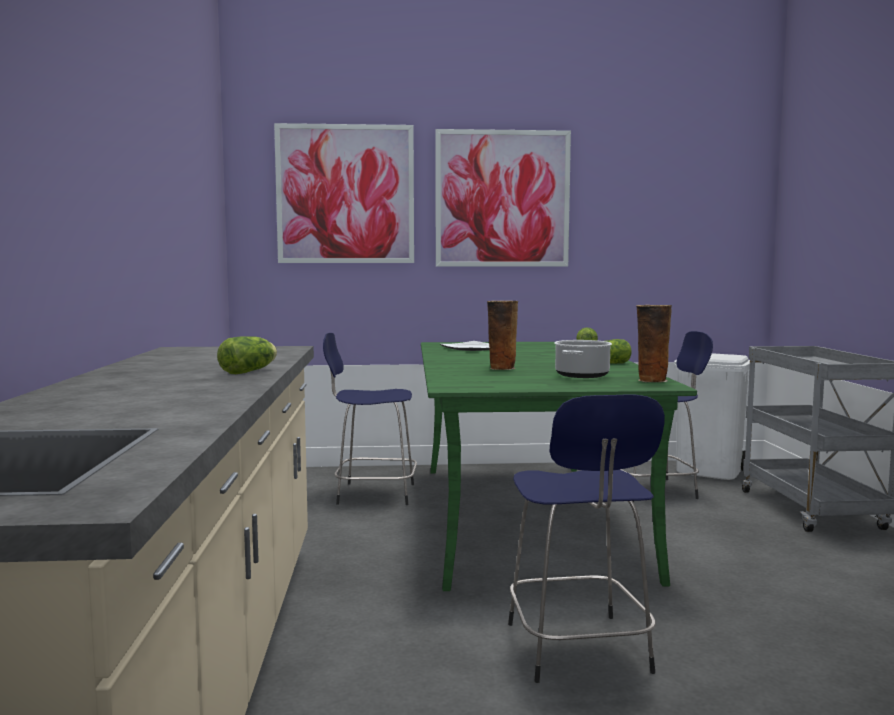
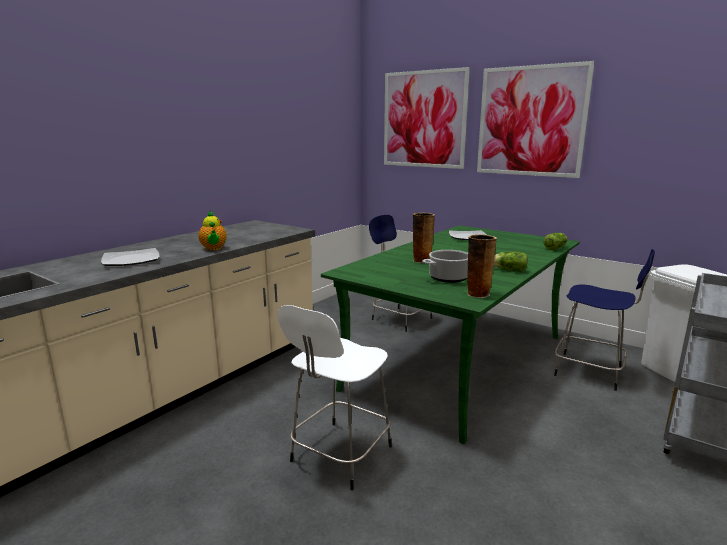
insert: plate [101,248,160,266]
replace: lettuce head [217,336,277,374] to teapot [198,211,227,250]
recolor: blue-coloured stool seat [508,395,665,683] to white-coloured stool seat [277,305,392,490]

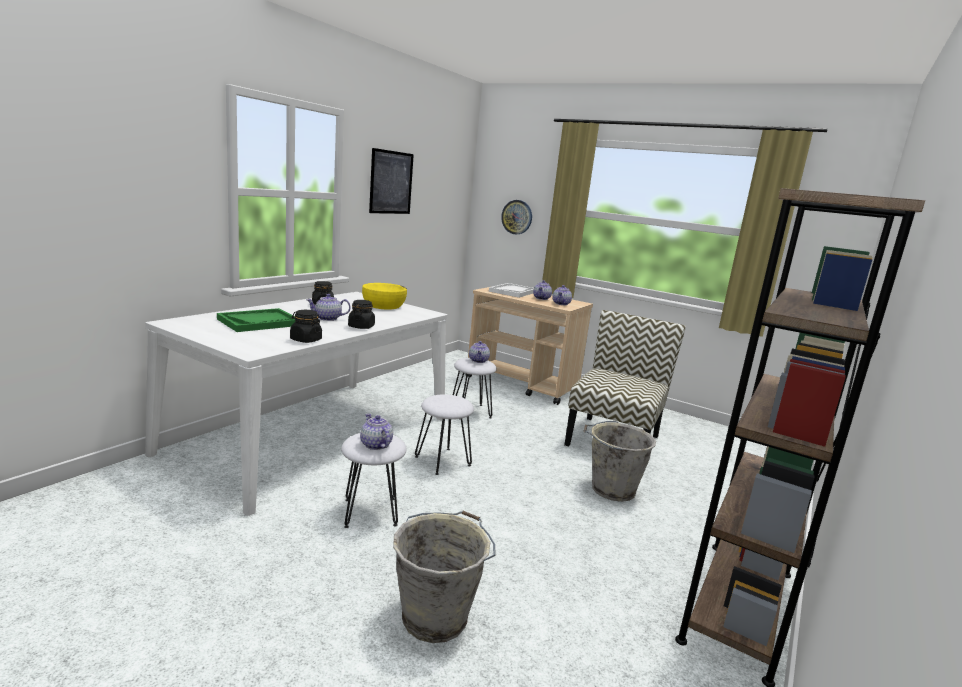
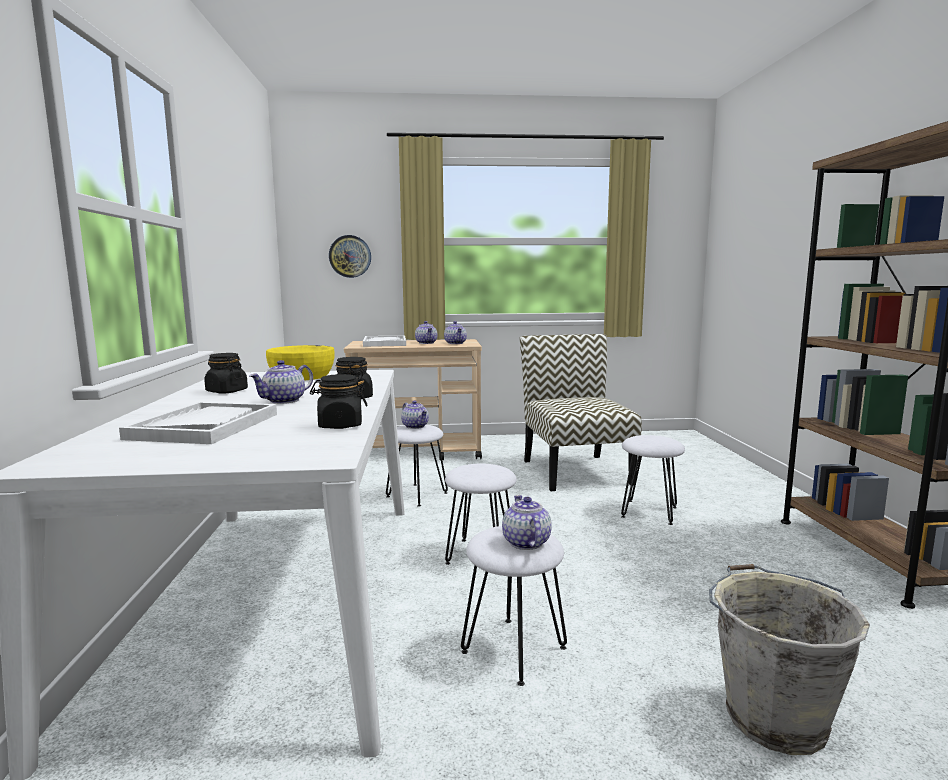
delete: picture [369,148,414,214]
replace: greyish bucket [584,421,656,502] to white-coloured stool seat [621,435,685,525]
recolor: greenish tray [217,308,296,332] to white-coloured tray [119,402,277,444]
rotate: teapot [360,414,393,450] = [502,495,552,550] 60 degrees clockwise

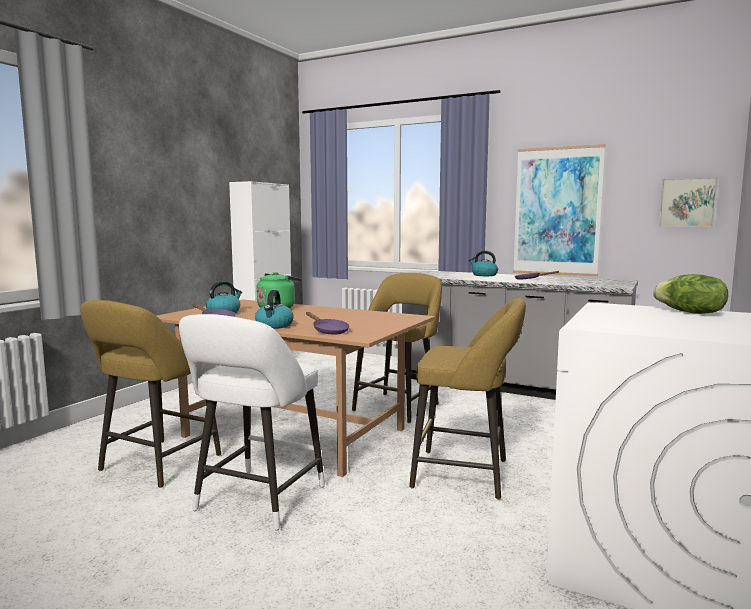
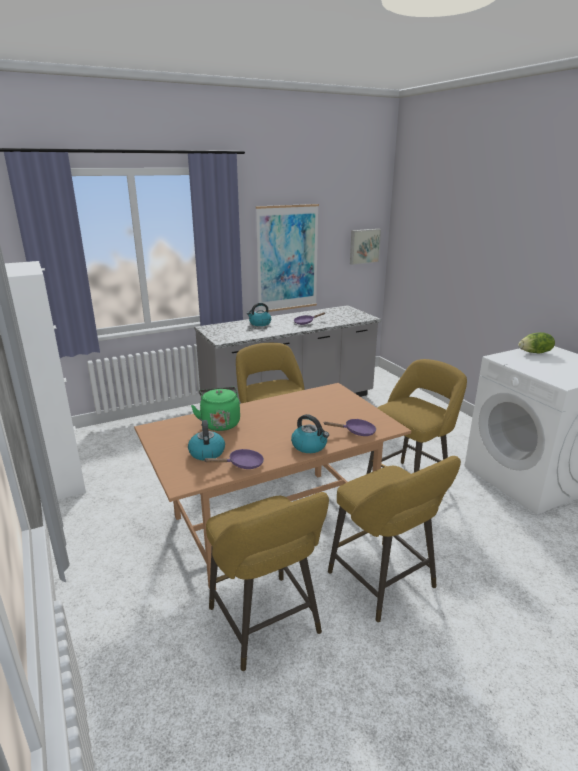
recolor: white-coloured stool seat [179,314,325,531] to yellowish stool seat [328,456,461,623]

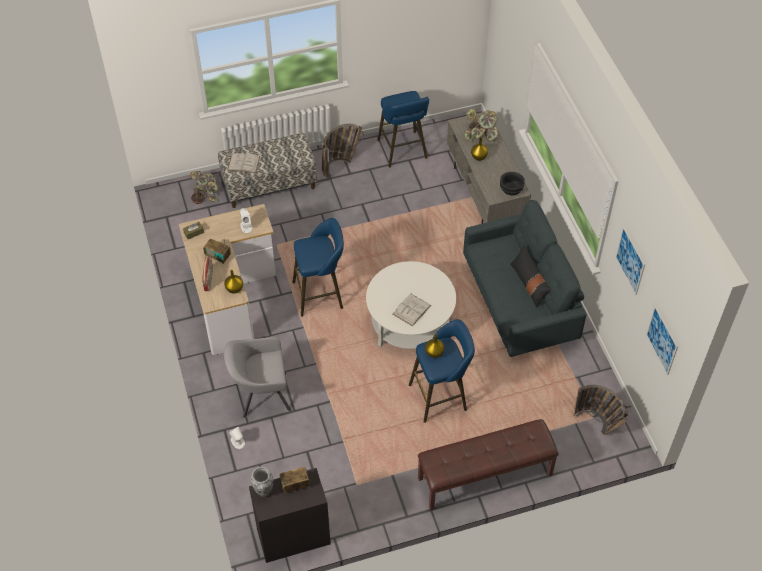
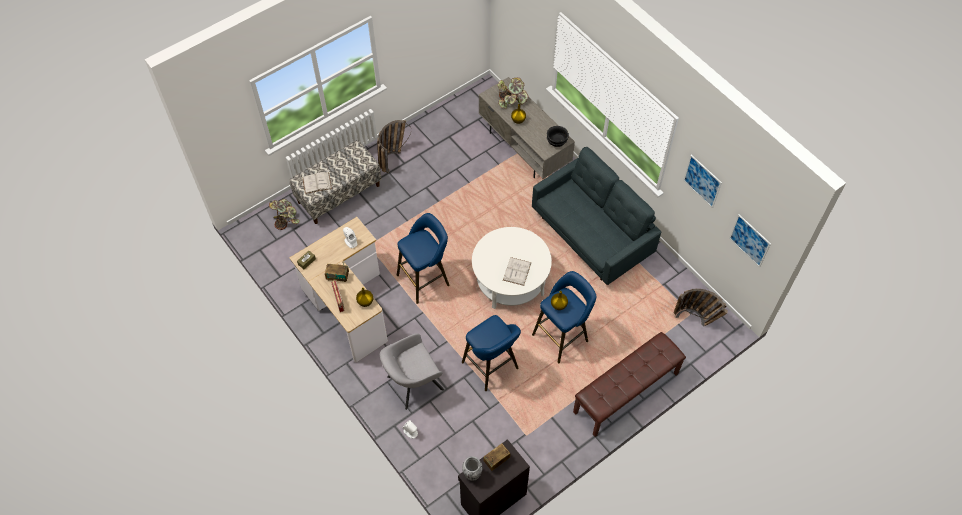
delete: black-coloured pillow [510,245,552,308]
move: blue-coloured stool seat [377,91,429,167] to [462,315,521,391]

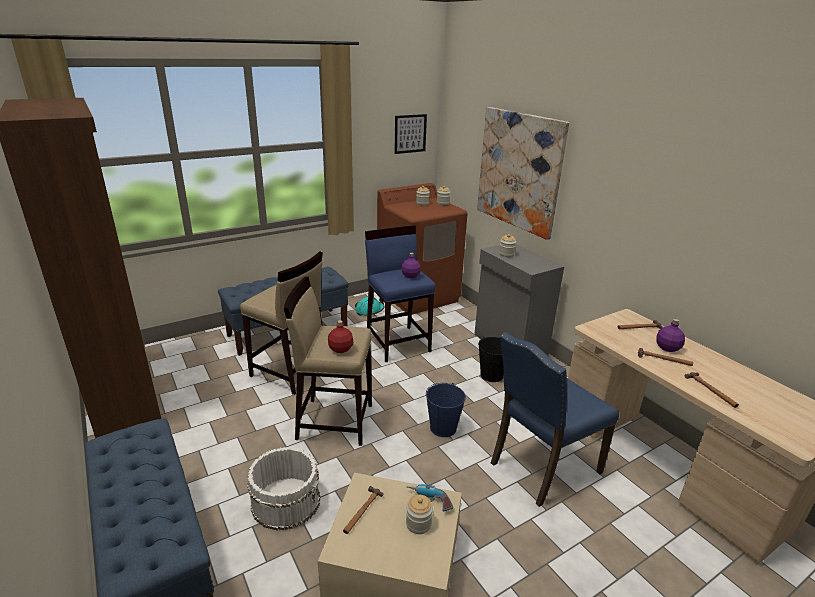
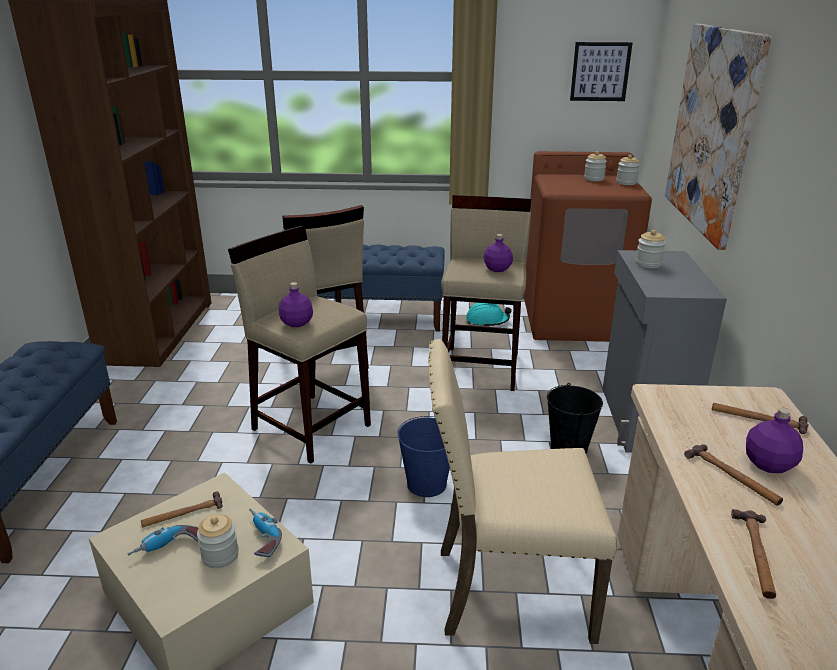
delete: white-coloured bucket [247,447,320,531]
insert: power drill [127,525,199,556]
recolor: red-coloured drink bottle [328,320,353,353] to purple-coloured drink bottle [279,282,313,327]; blue-coloured stool seat [365,225,435,362] to sand-coloured stool seat [441,195,531,391]; blue-coloured upright chair [491,332,619,507] to sand-coloured upright chair [428,339,618,644]

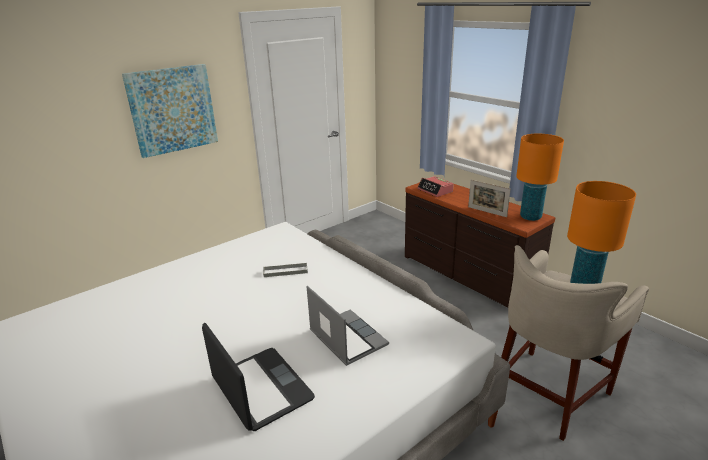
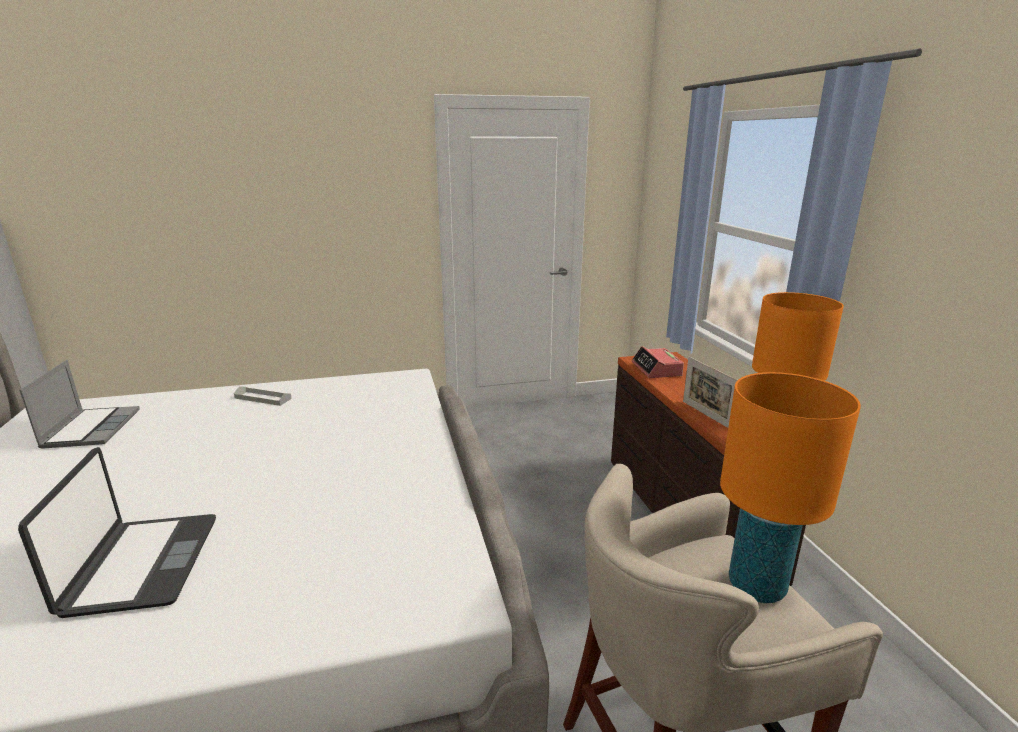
delete: picture [122,64,218,158]
move: greyish tray [263,262,308,277] to [234,386,292,406]; portable computer [307,286,389,366] to [19,360,140,448]

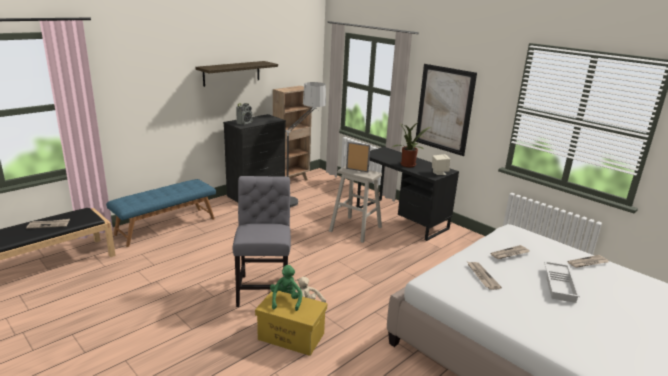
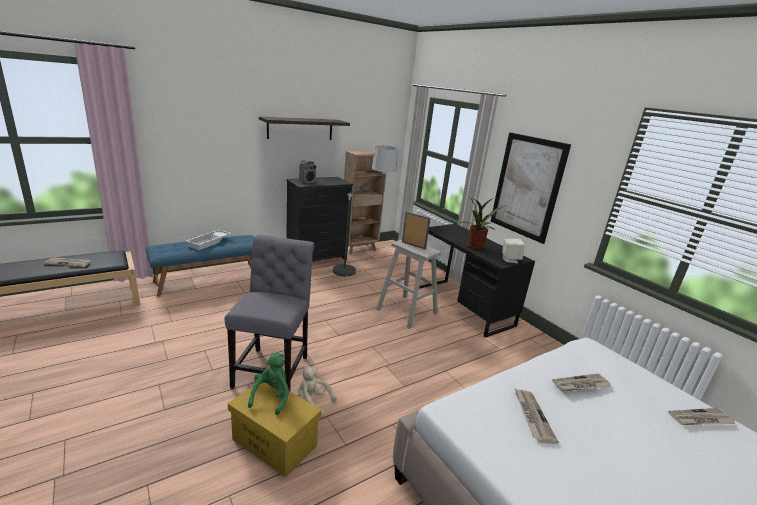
move: white-coloured tray [544,261,580,303] to [186,230,231,250]

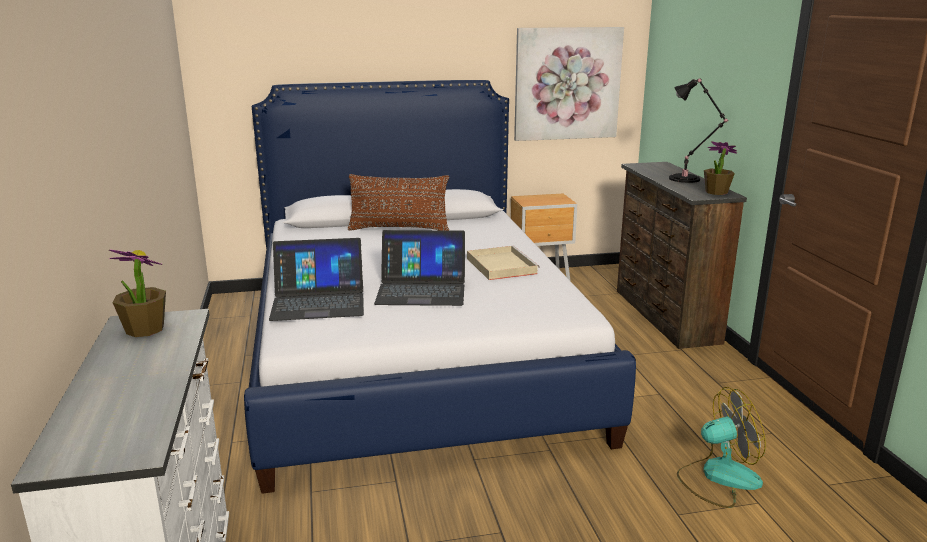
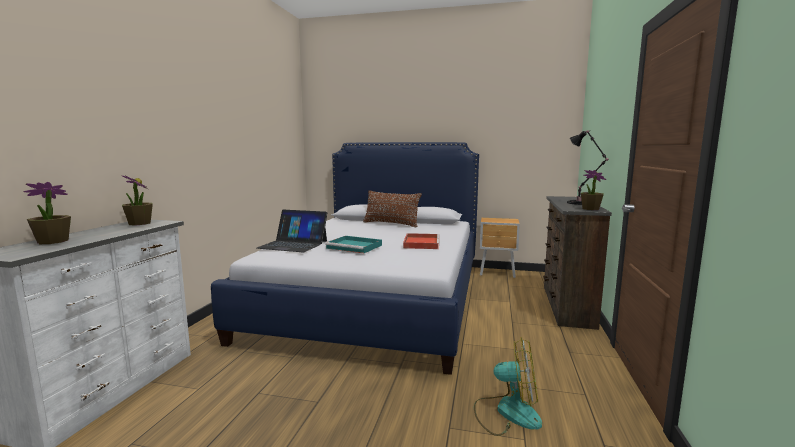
delete: picture [514,27,624,141]
insert: houseplant [24,182,71,244]
replace: portable computer [374,230,465,306] to turquoise tray [325,236,382,253]
recolor: sand-coloured tray [467,246,540,280] to red-coloured tray [403,233,440,249]

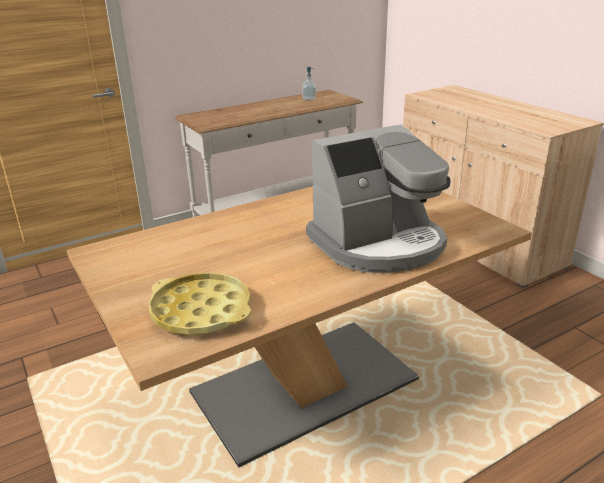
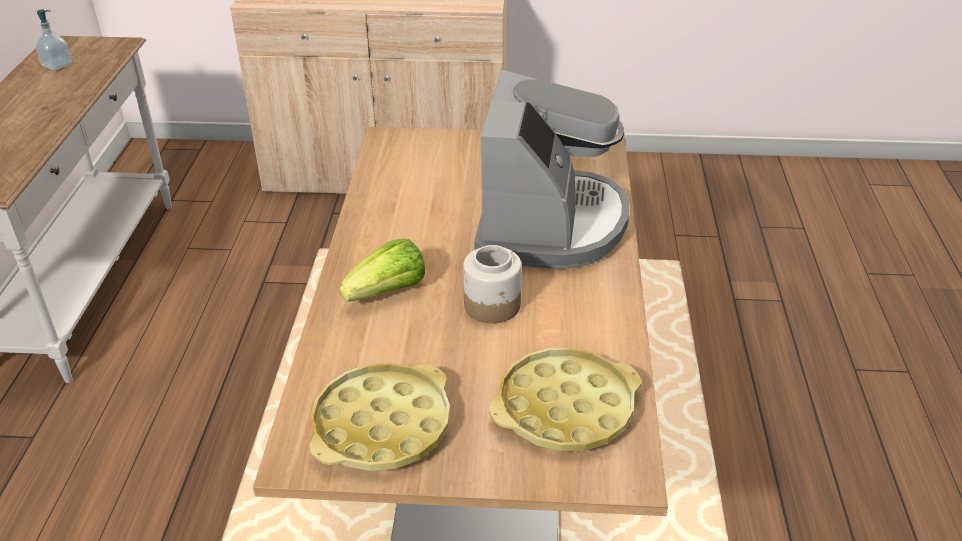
insert: yellowish tray [309,363,450,471]; lettuce head [340,239,425,302]; jar [463,245,522,323]

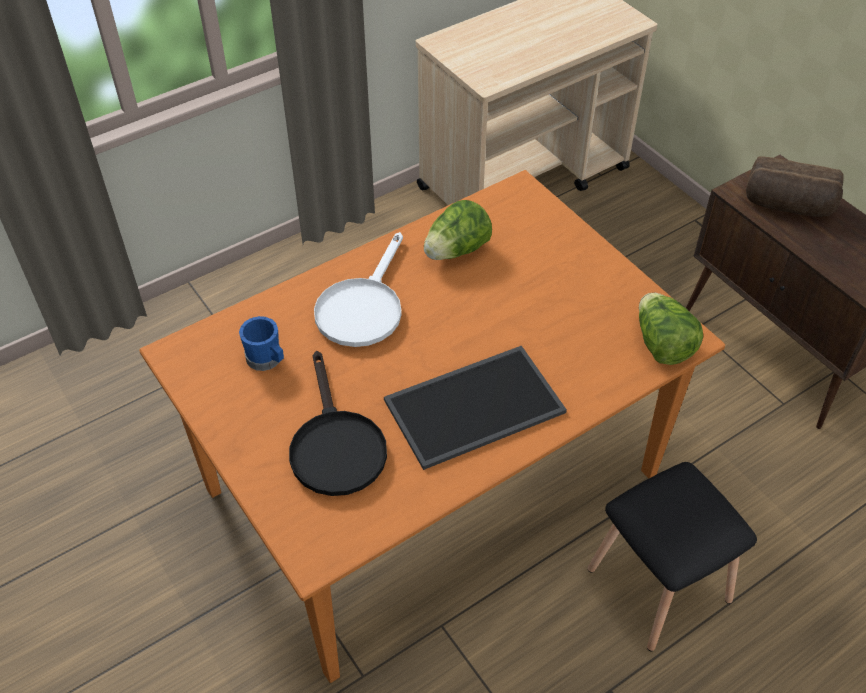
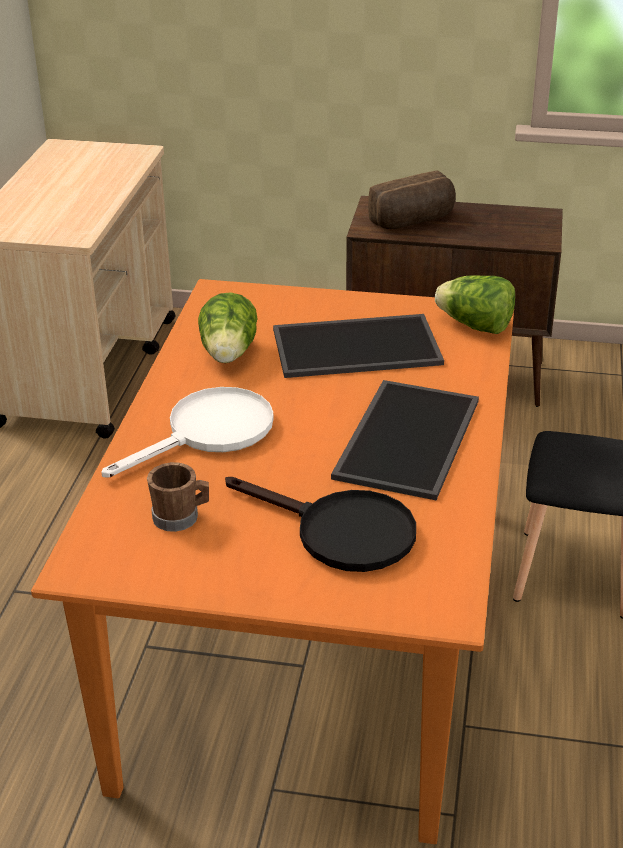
insert: tray [273,314,444,378]
recolor: blue-coloured tea mug [239,316,284,371] to brown-coloured tea mug [147,462,209,532]
rotate: white-coloured pan [314,232,403,347] = [101,387,274,478] 105 degrees counterclockwise

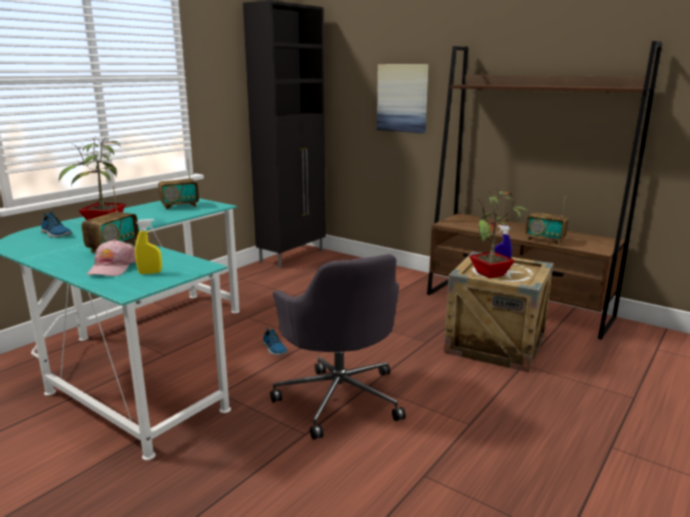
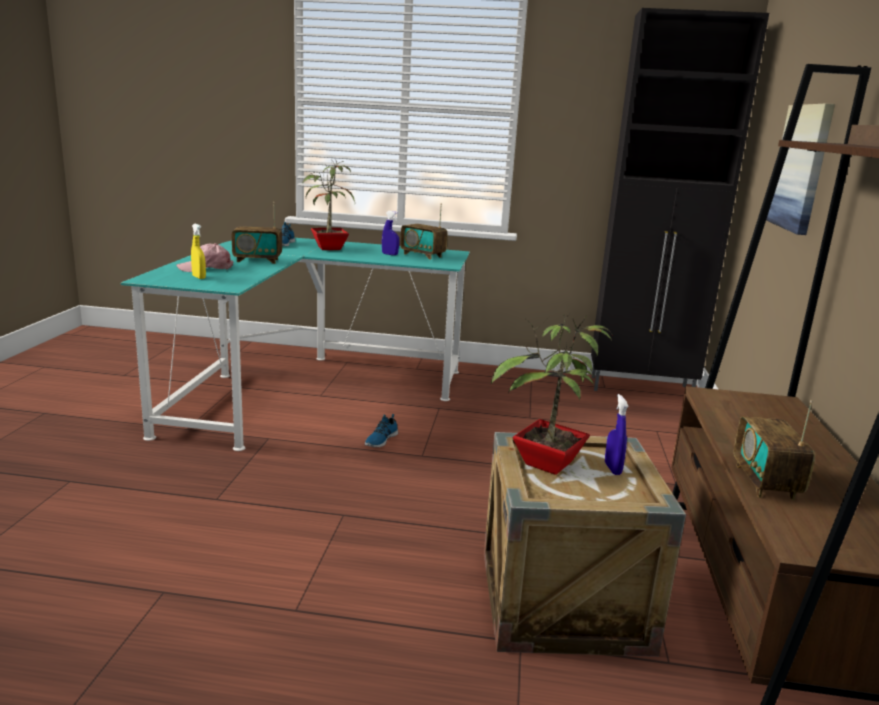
delete: greyish office chair [270,254,406,440]
insert: blue-coloured hand sprayer [382,211,399,255]

